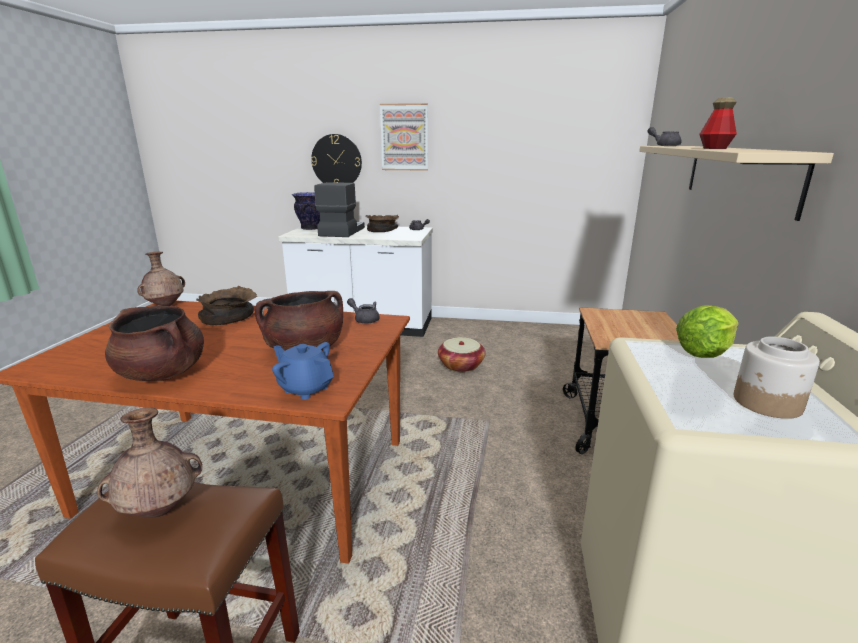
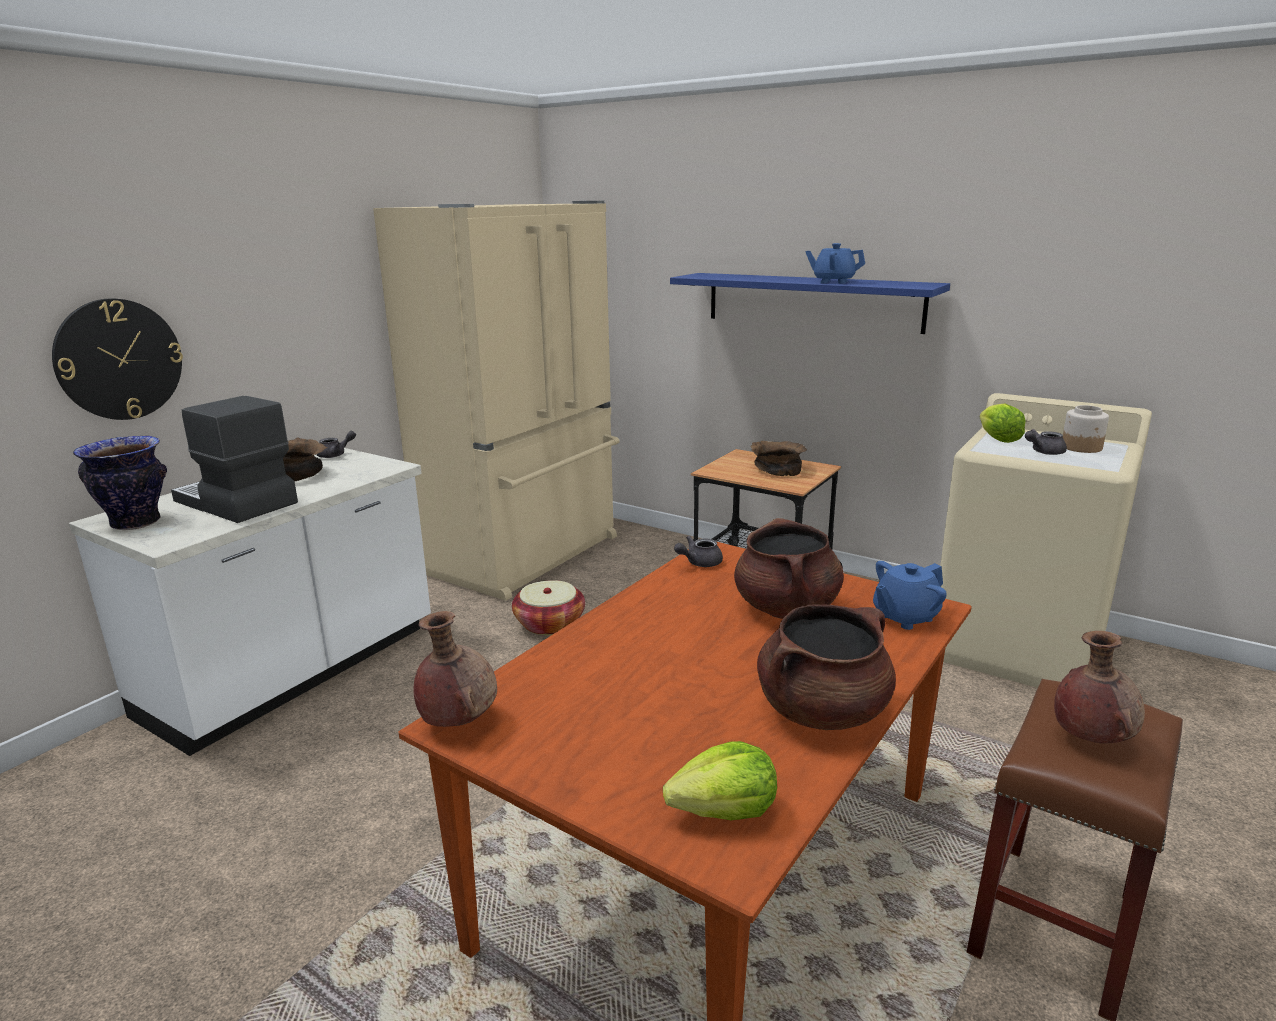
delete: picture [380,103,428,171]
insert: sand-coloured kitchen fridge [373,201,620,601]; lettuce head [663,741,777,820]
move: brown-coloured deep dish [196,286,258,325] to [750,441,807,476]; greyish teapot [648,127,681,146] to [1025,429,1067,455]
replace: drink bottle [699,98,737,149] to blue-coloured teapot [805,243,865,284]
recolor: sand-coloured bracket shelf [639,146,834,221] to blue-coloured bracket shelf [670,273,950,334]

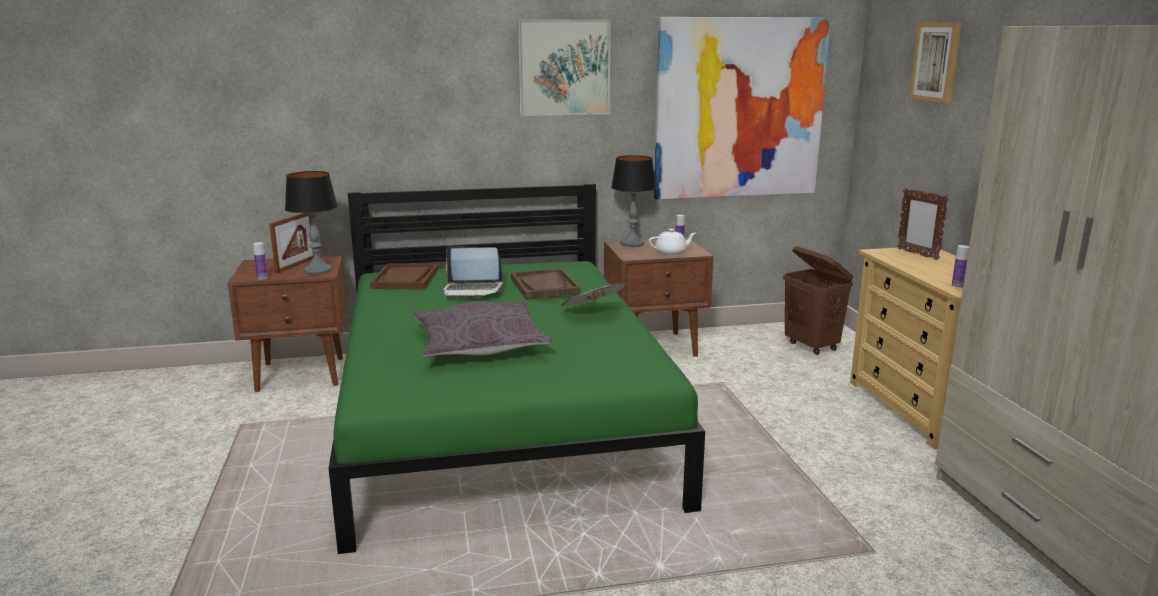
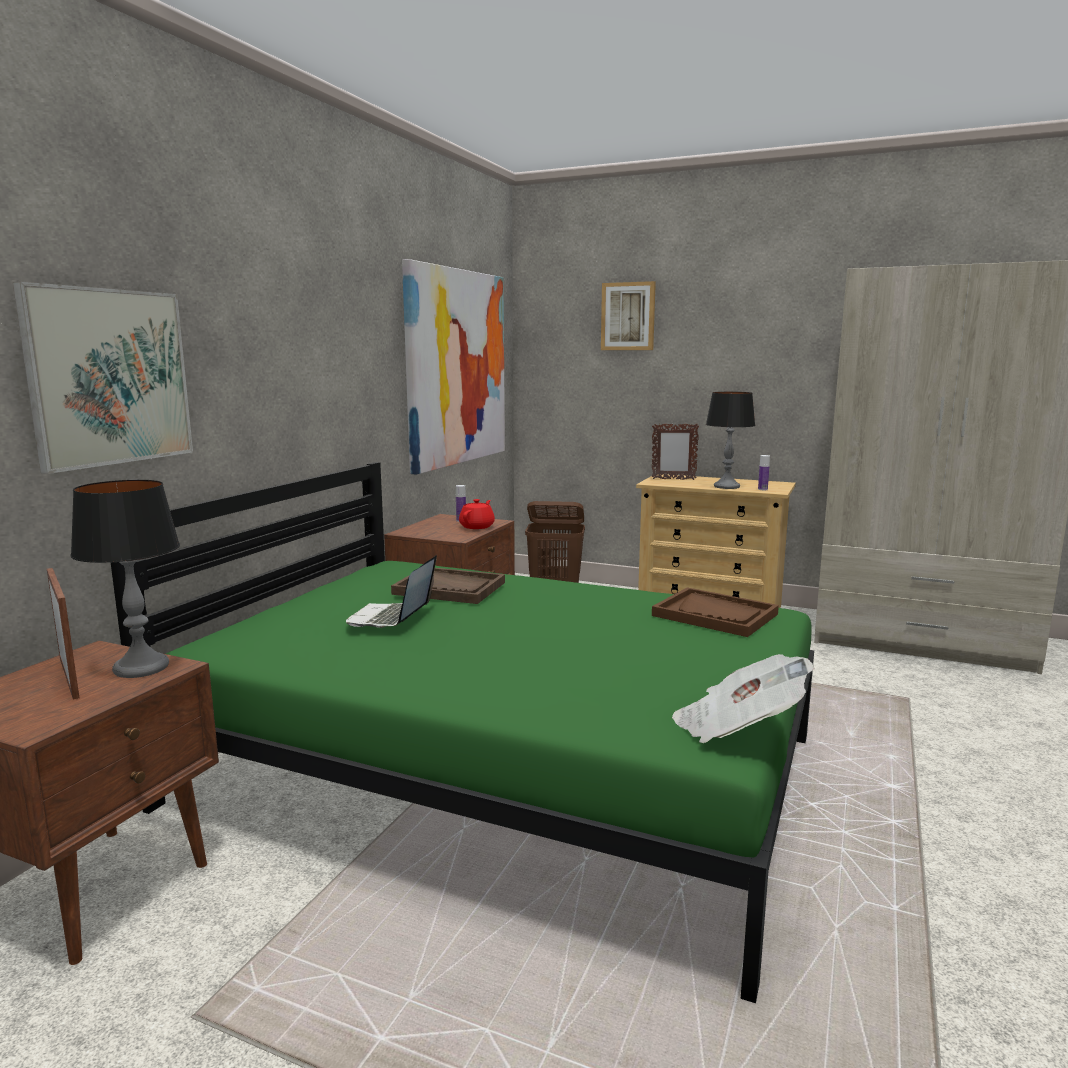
delete: drink bottle [253,242,268,280]; greyish pillow [413,301,552,357]
move: brown-coloured tray [370,263,438,290] to [652,587,779,637]; picture [517,19,611,116] to [13,282,193,474]; daily paper [559,283,626,307] to [672,654,815,743]; tabletop lamp [611,155,656,247] to [706,392,755,489]
recolor: white-coloured teapot [649,229,696,255] to red-coloured teapot [459,499,495,529]
rotate: portable computer [443,246,503,298] = [346,555,437,628] 150 degrees clockwise

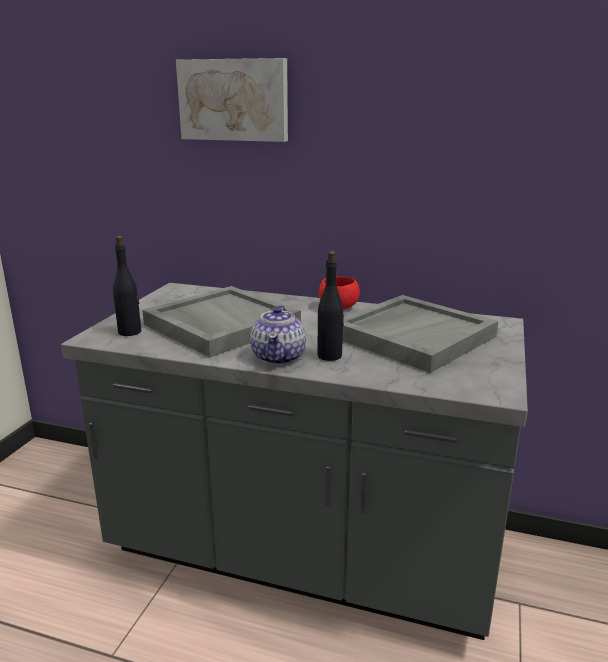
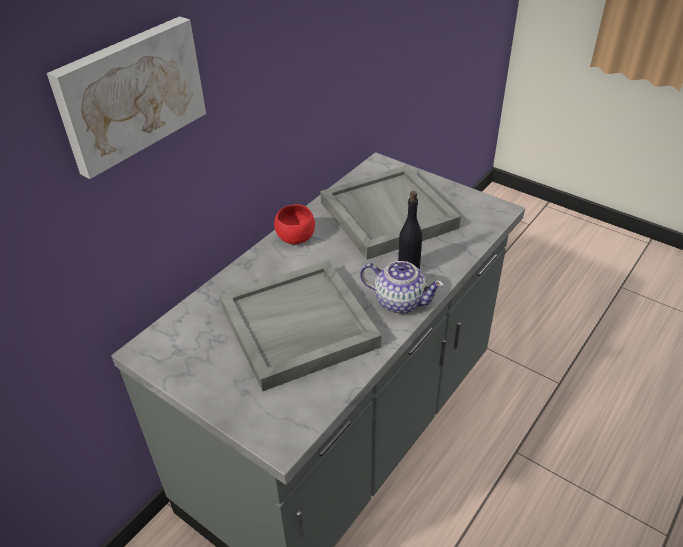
delete: black-coloured drink bottle [113,236,141,336]

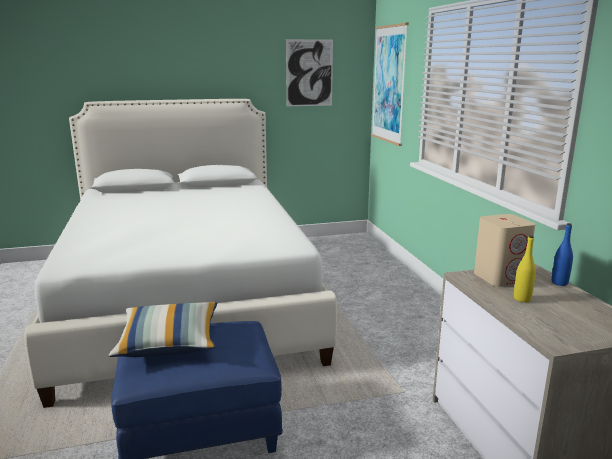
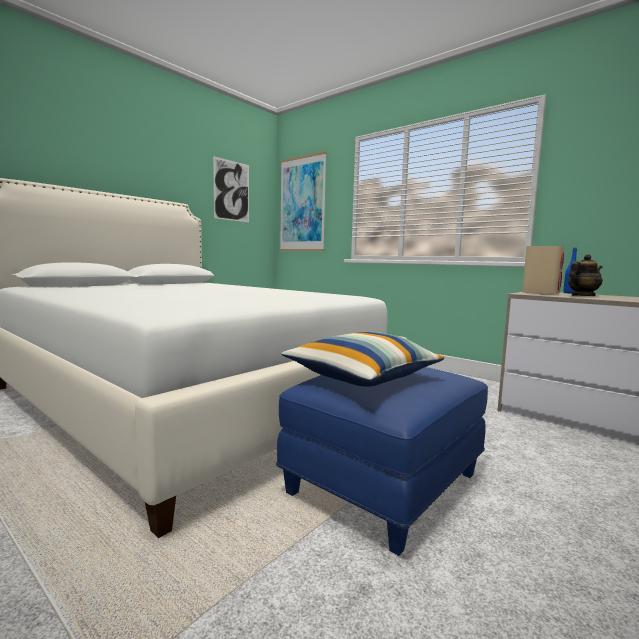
replace: yellowish drink bottle [514,235,536,302] to teapot [568,254,603,296]

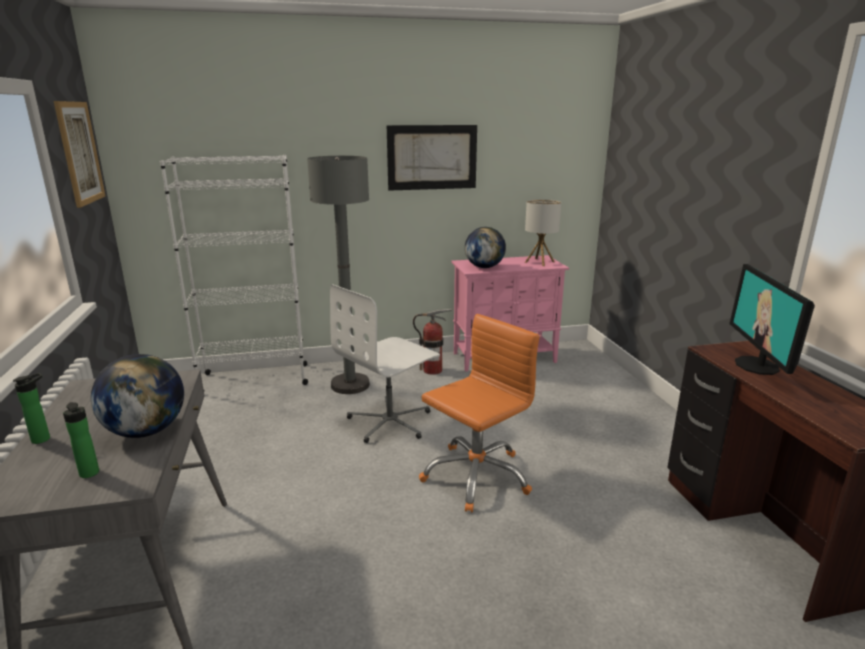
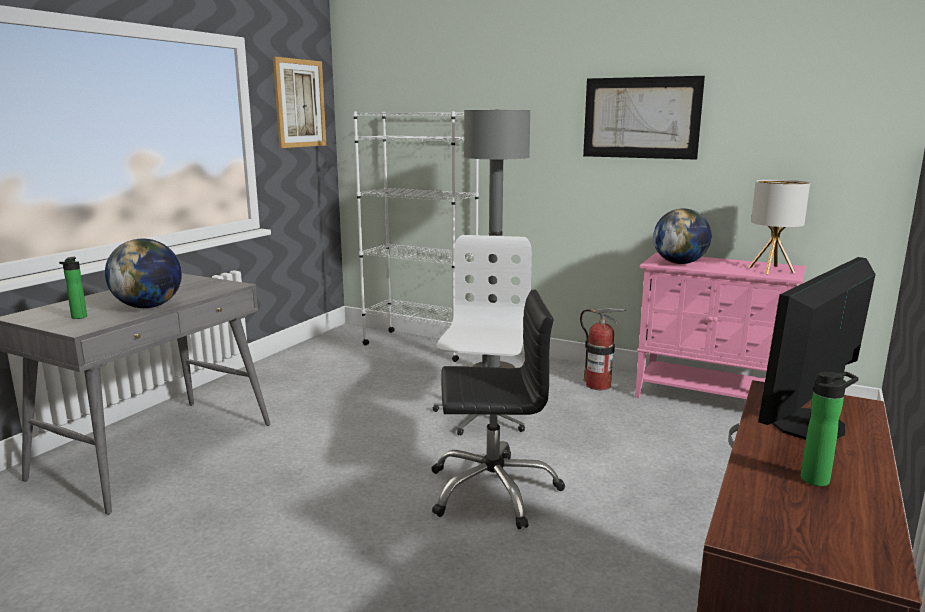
move: drink bottle [13,373,50,444] to [801,372,859,486]
recolor: orangey office chair [419,314,539,512] to black-coloured office chair [432,289,565,529]
rotate: white-coloured office chair [330,284,440,443] = [433,235,532,435] 105 degrees clockwise

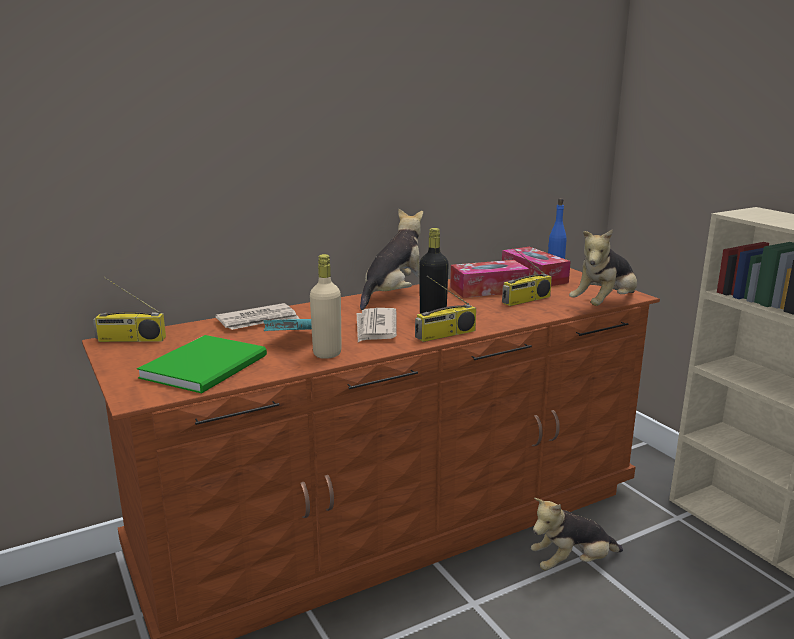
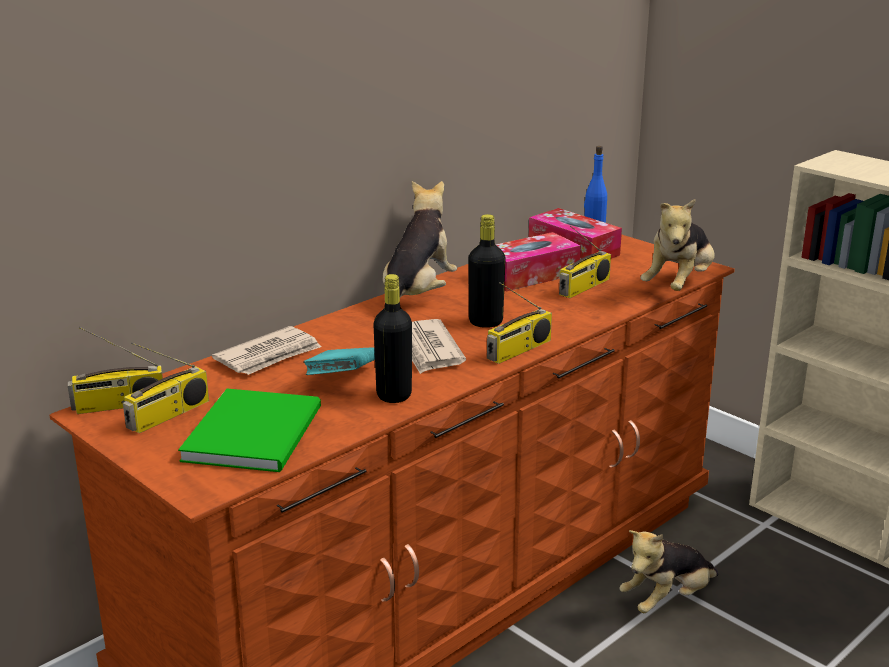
insert: radio [123,342,209,433]
recolor: sand-coloured drink bottle [310,254,342,359] to black-coloured drink bottle [373,274,412,403]

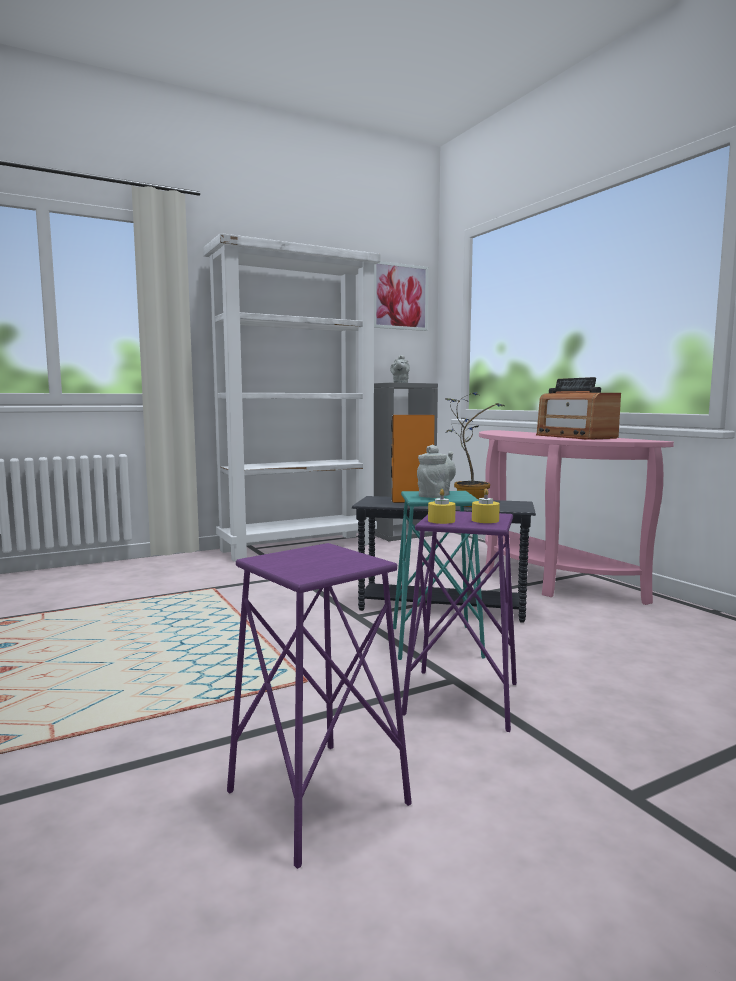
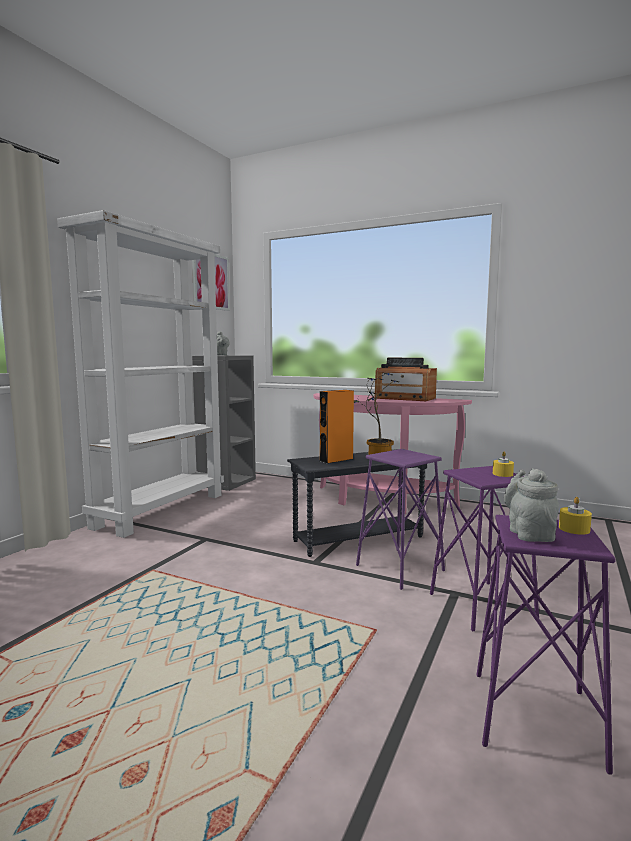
move: greyish teapot [417,445,456,498] to [504,468,559,542]; yellowish wax light [428,489,456,524] to [559,497,592,535]
recolor: turquoise stool seat [393,491,485,660] to purple-coloured stool seat [356,449,445,590]

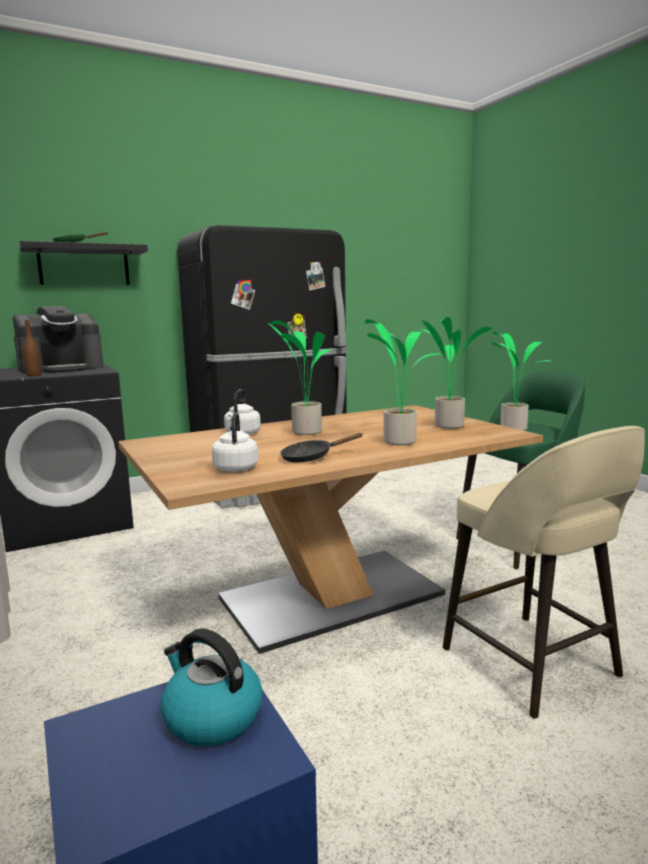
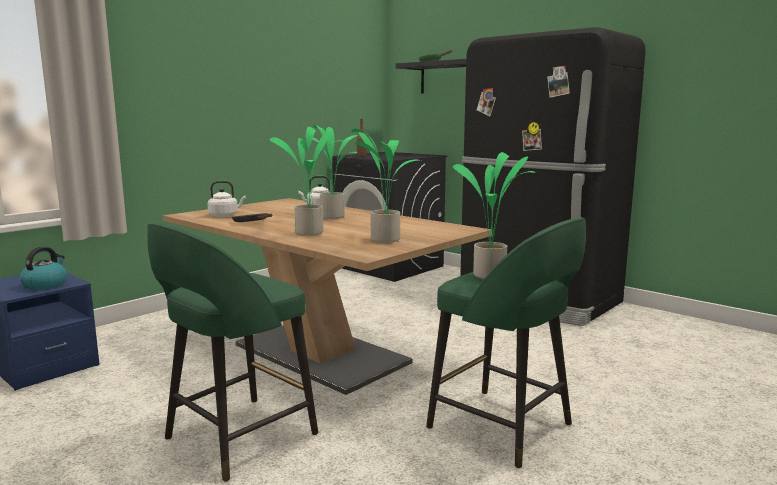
delete: coffee machine [13,306,104,374]
recolor: sand-coloured stool seat [443,426,645,719] to greenish stool seat [147,222,318,482]

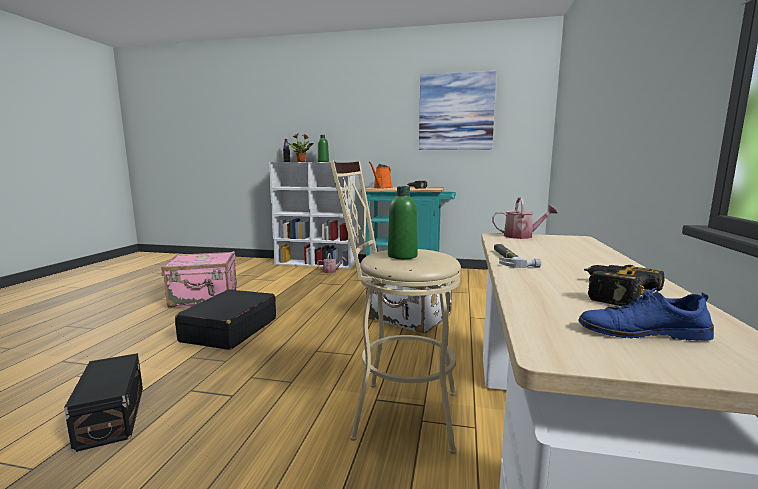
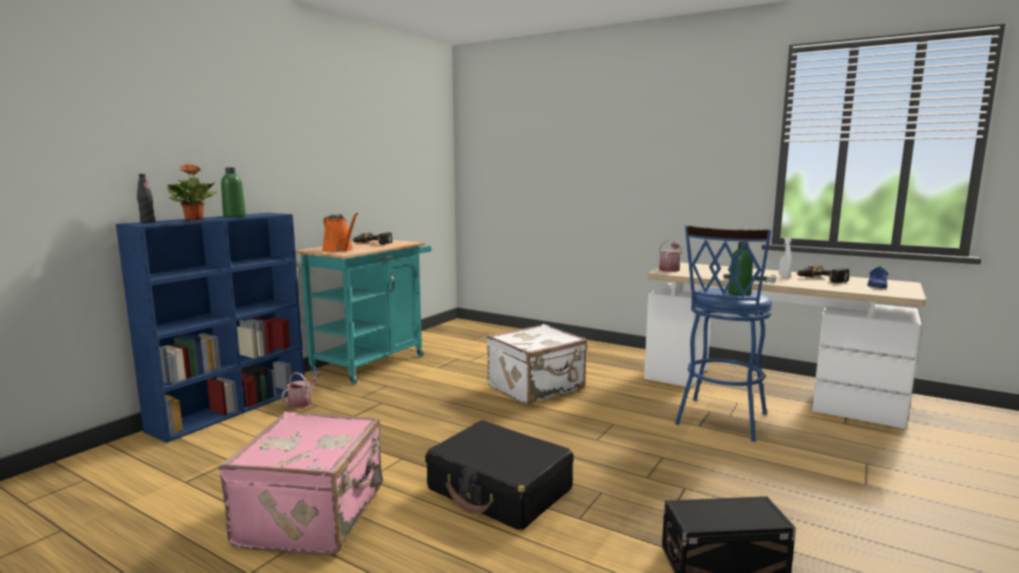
delete: picture [419,71,497,150]
insert: white-coloured hand sprayer [779,237,792,278]
recolor: white-coloured bookcase [269,162,356,269] to blue-coloured bookcase [116,213,305,443]; sand-coloured stool seat [330,161,461,454] to blue-coloured stool seat [675,225,772,442]

